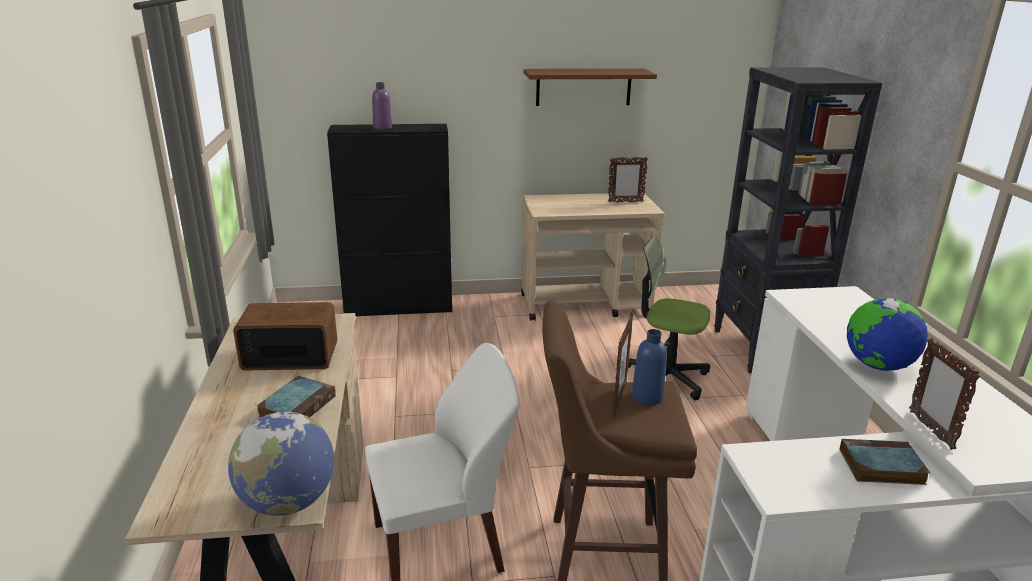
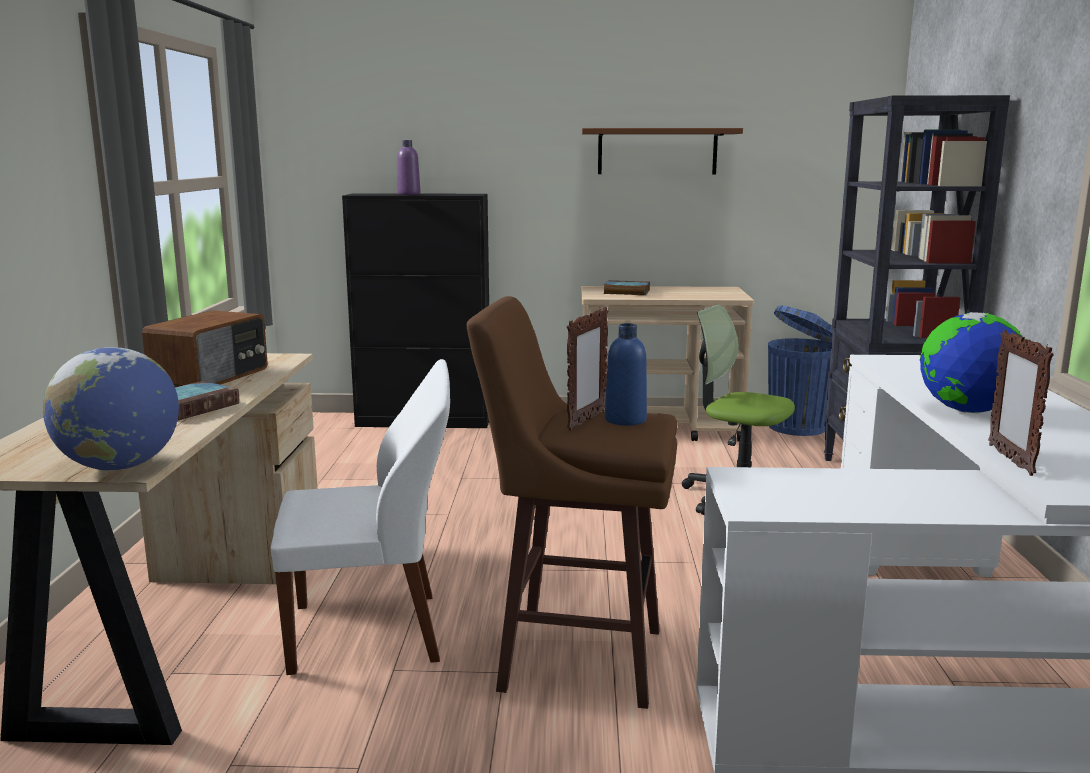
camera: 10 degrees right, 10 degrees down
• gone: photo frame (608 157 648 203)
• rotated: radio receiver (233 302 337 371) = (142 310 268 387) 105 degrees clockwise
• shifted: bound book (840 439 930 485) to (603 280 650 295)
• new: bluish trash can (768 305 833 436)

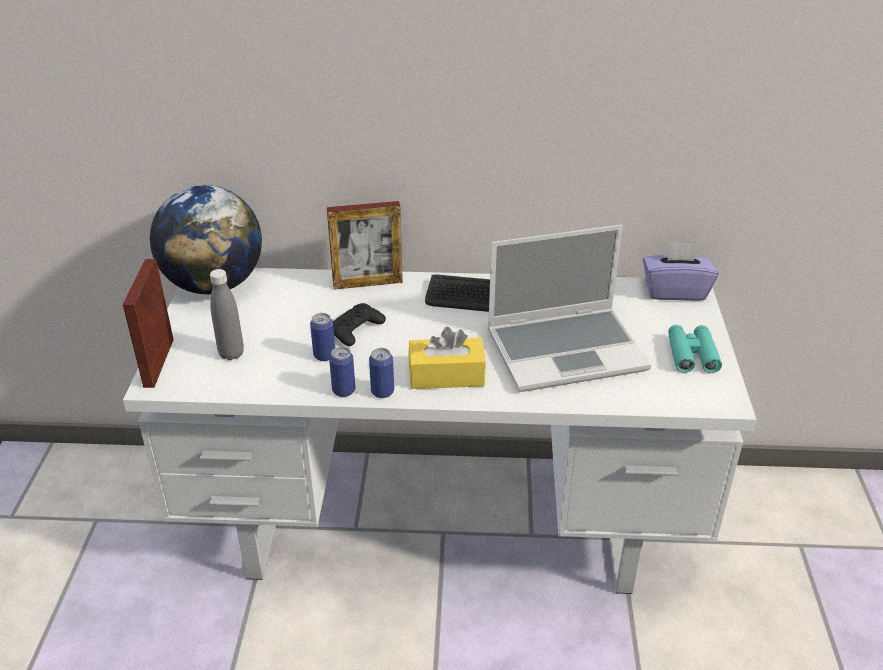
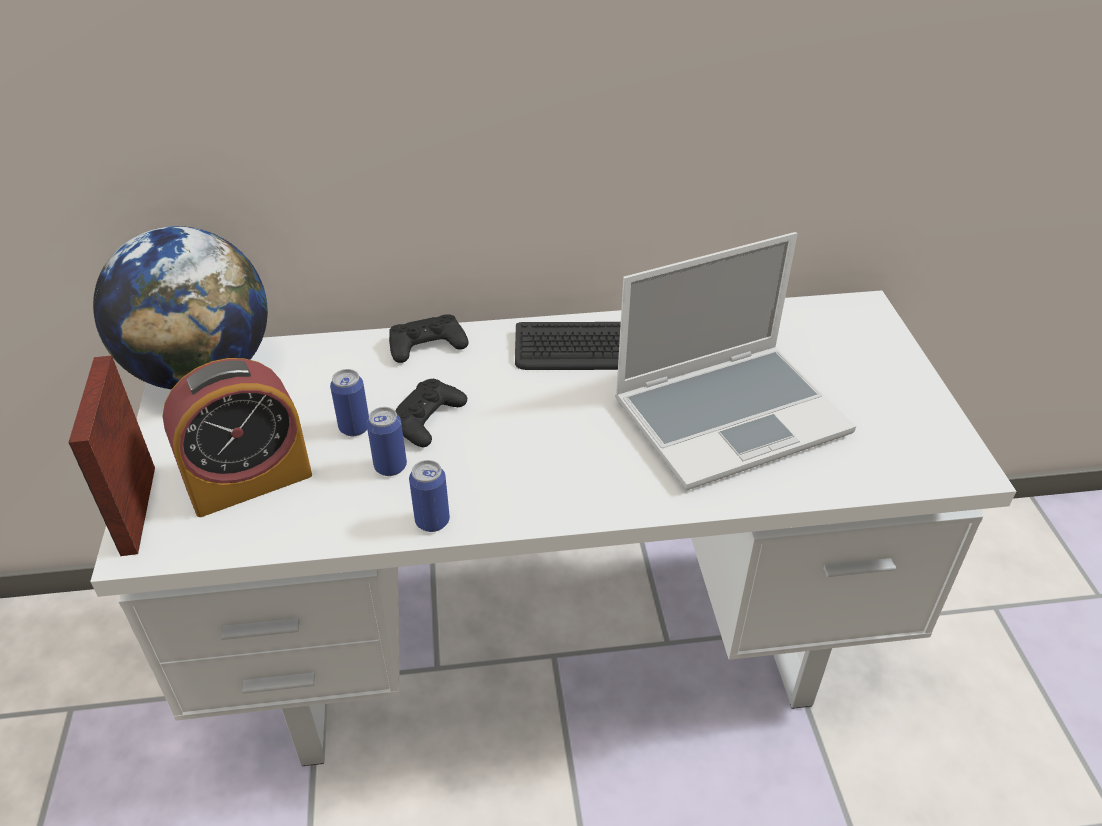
camera: 10 degrees left, 5 degrees up
• swapped: photo frame (327 201 403 290) to black gamepad (389 314 469 363)
• gone: purple tissue holder (643 241 719 301)
• swapped: grey bottle (210 269 244 360) to bedside clock (163 358 312 517)
• gone: turquoise field glasses (668 325 722 373)
• gone: yellow-coloured tissue holder (408 327 486 389)
• shifted: sealed can (369 348 394 398) to (330 369 369 436)

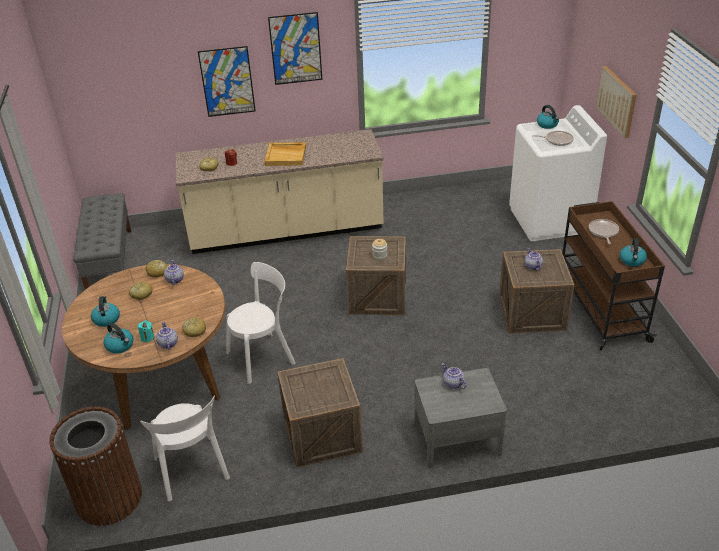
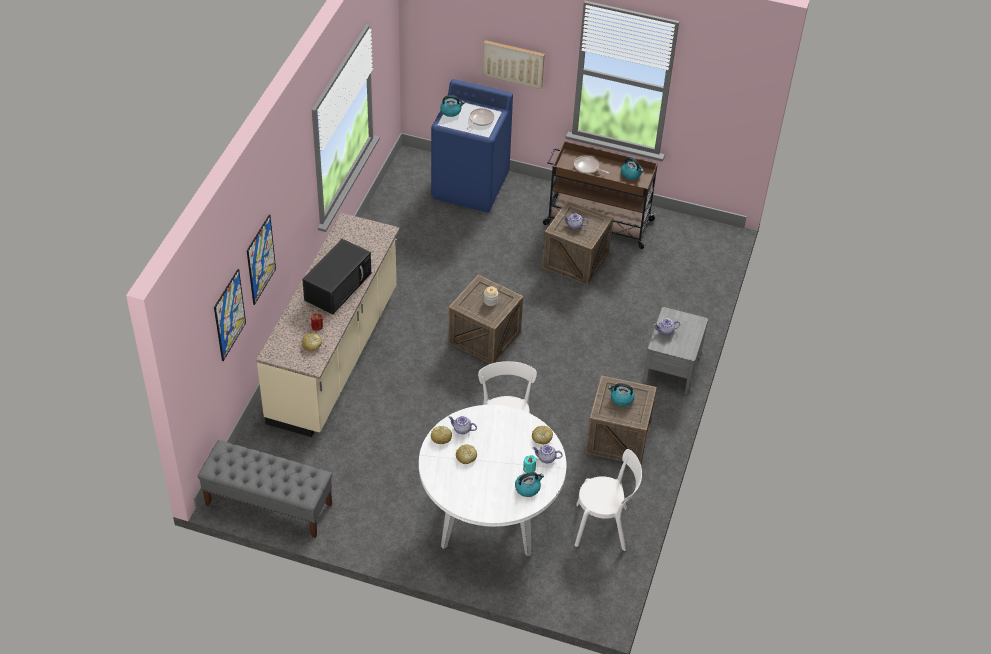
camera: 65 degrees left, 10 degrees up
• shifted: picture (268 12 322 85) to (214 269 246 361)
• repainted: white laundry machine (509 105 607 241) to bluish laundry machine (431 79 513 212)
• swapped: sand-coloured tray (264 142 306 166) to black microwave oven (302 239 371 314)
• repainted: brownish dining table (62 264 226 430) to white dining table (419 405 566 557)
• shifted: tea kettle (91 296 120 327) to (608 383 635 407)
• gone: brownish trash can (49 406 142 526)

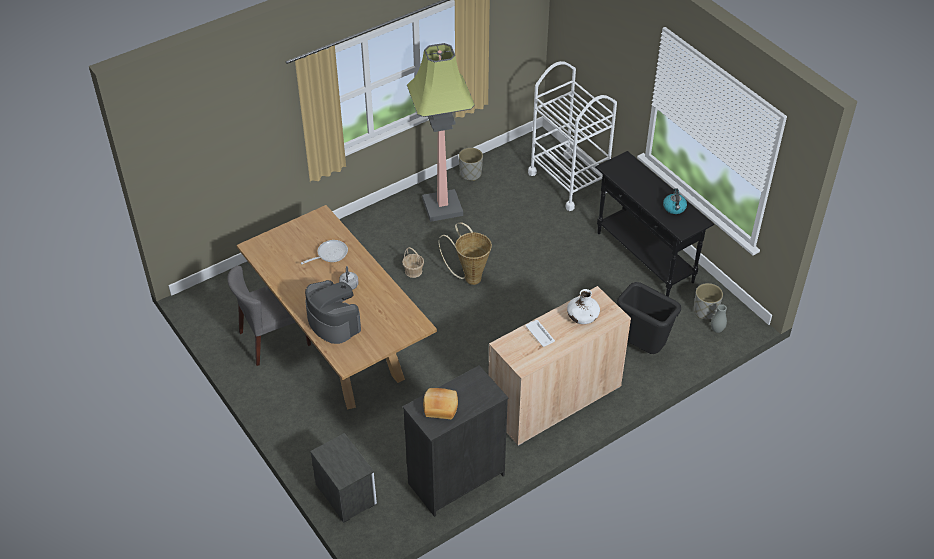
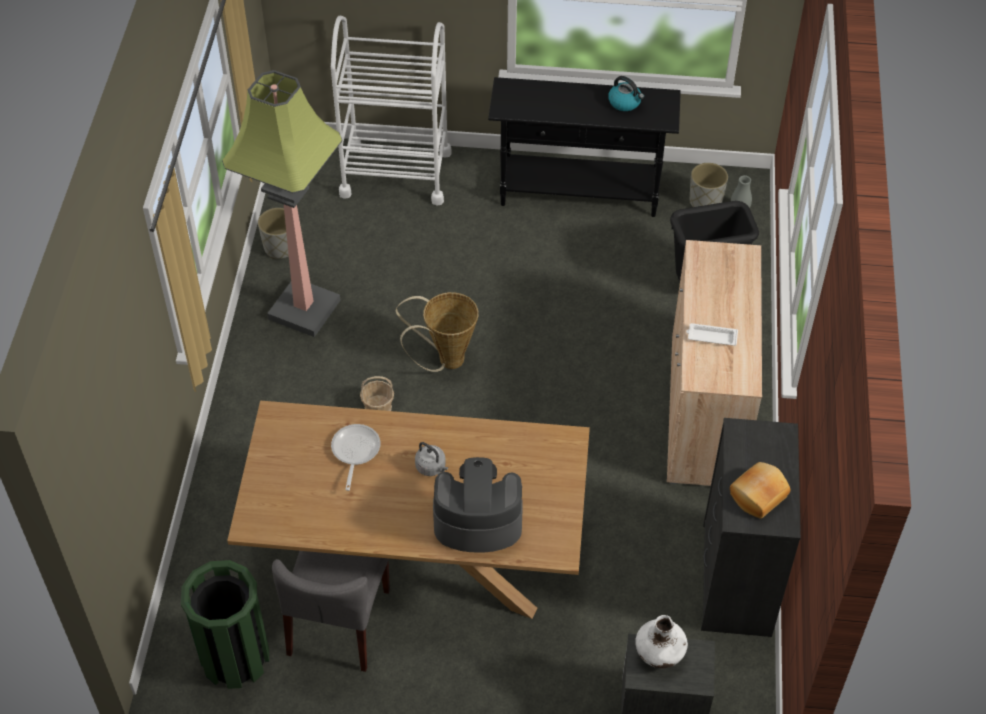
camera: 50 degrees left, 5 degrees up
• shifted: white vase (567 289 600 324) to (635 615 688 668)
• new: green-coloured trash can (181 560 269 689)

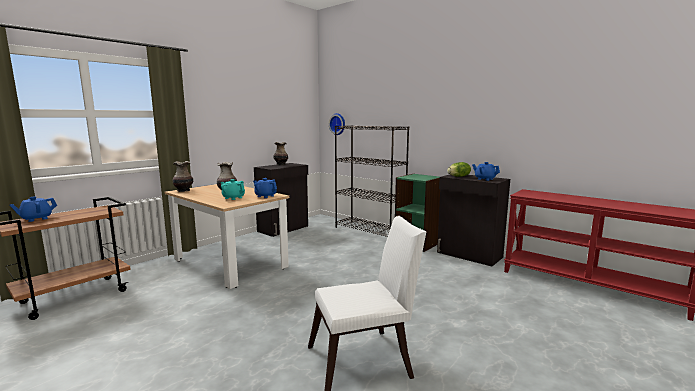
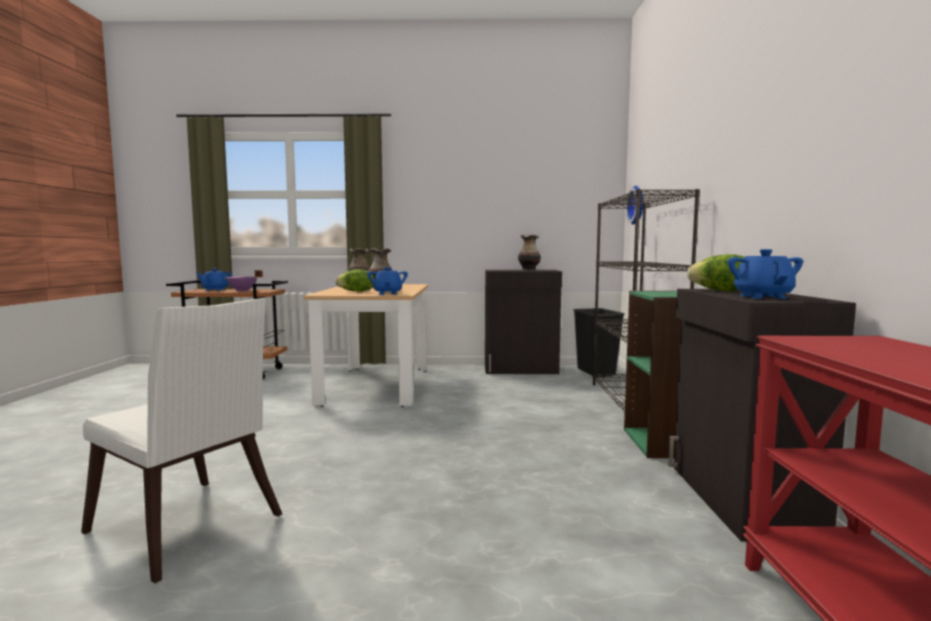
camera: 50 degrees right, 5 degrees down
• swapped: turquoise pot for tea (221 179 245 200) to head of lettuce (335 269 374 292)
• new: purple saucepot (224 270 263 292)
• new: black trash can (573 308 624 377)

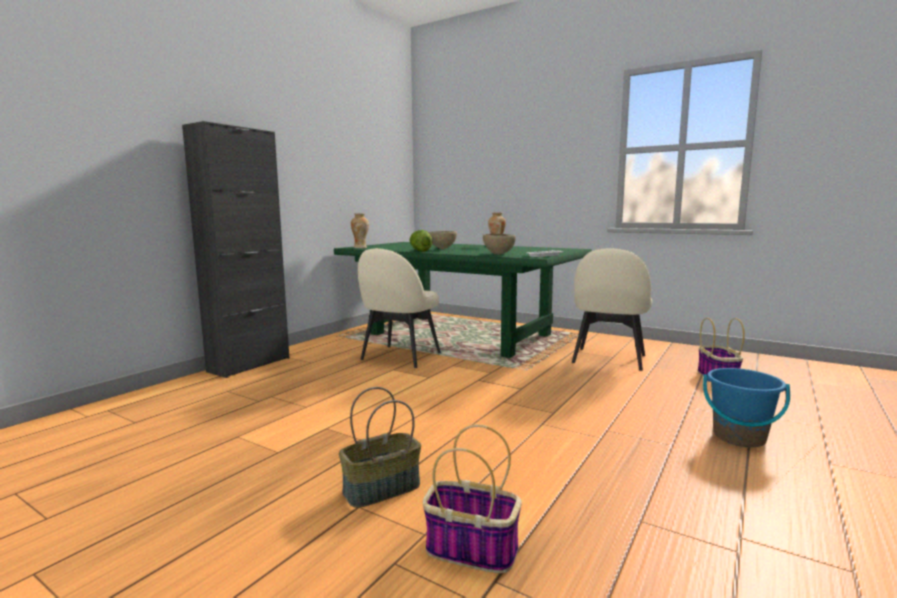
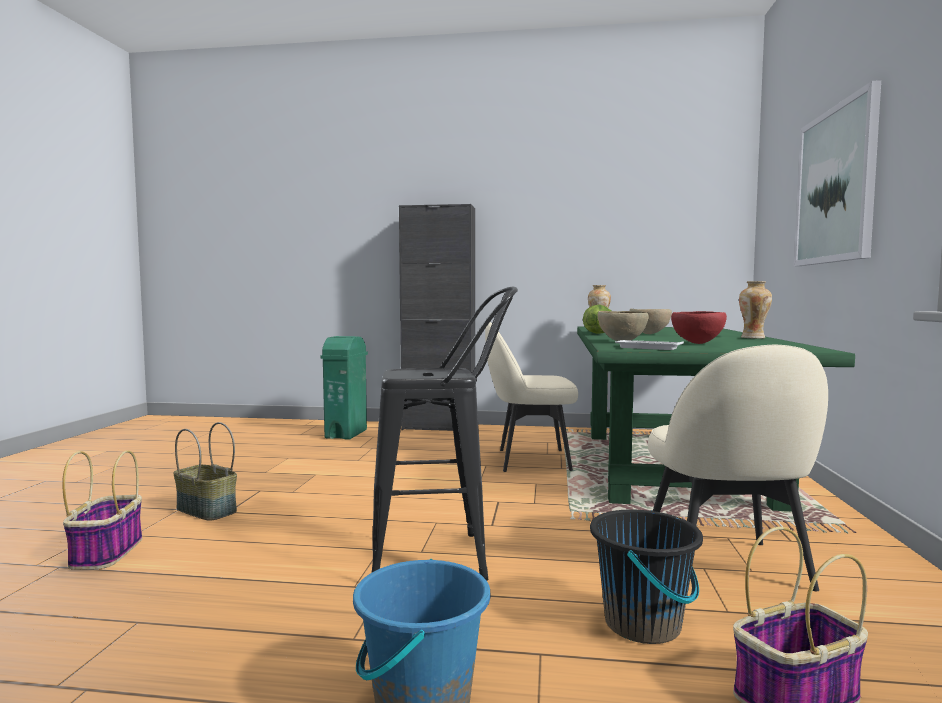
camera: 65 degrees right, 5 degrees down
• rotated: sand-coloured chair (572 248 652 371) = (648 345 828 591) 90 degrees counterclockwise
• new: picture (794 80 881 266)
• new: black stool (371 287 518 581)
• new: reddish serving bowl (671 311 727 344)
• new: green-coloured trash can (320 336 368 440)
• new: black bucket (590 509 703 644)

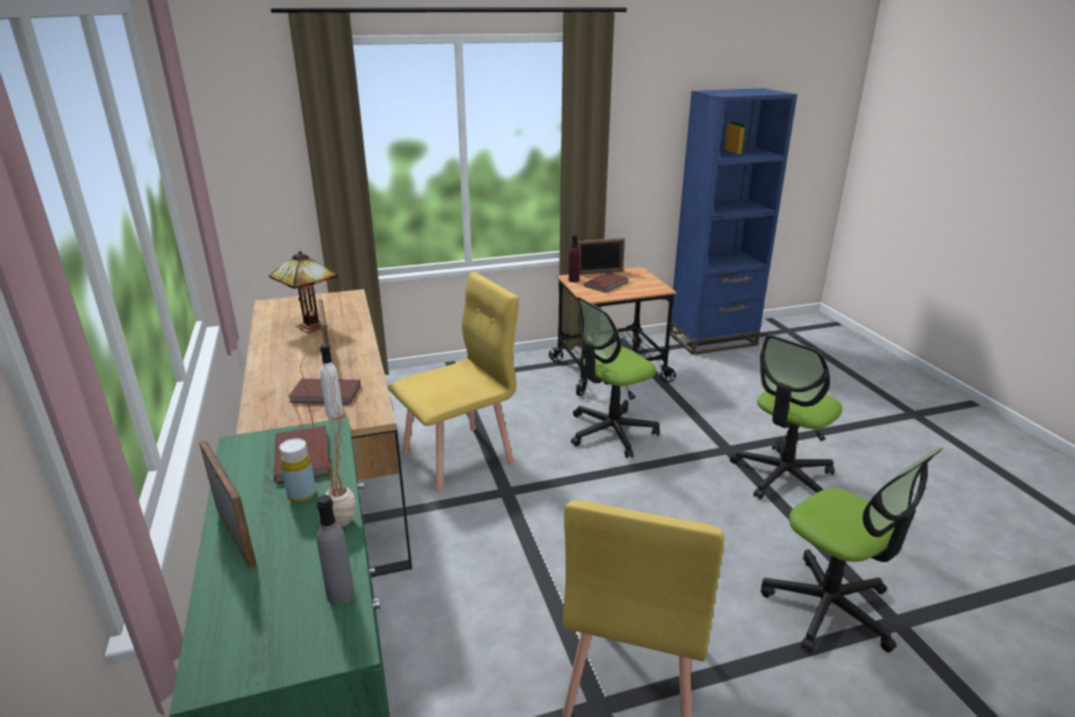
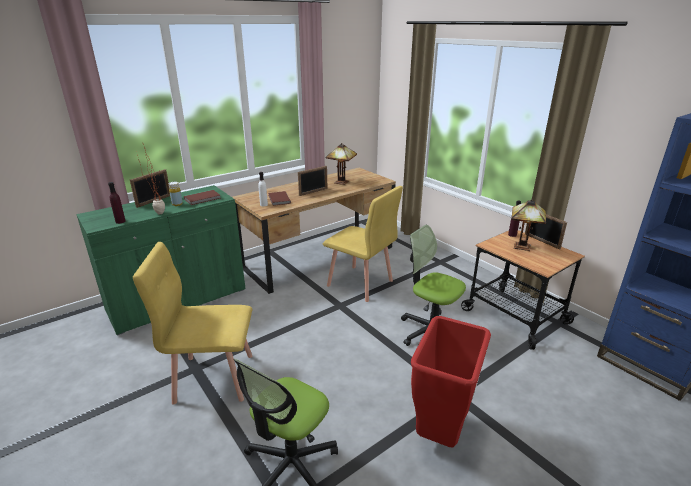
camera: 70 degrees right, 0 degrees up
• swapped: brownish bound book (584 272 628 293) to lamp for a table (511 199 546 251)
• swapped: computer chair (730 335 842 499) to reddish trash can (411 316 491 447)
• repainted: grey bottle (317 495 354 605) to purple bottle (108 182 126 224)

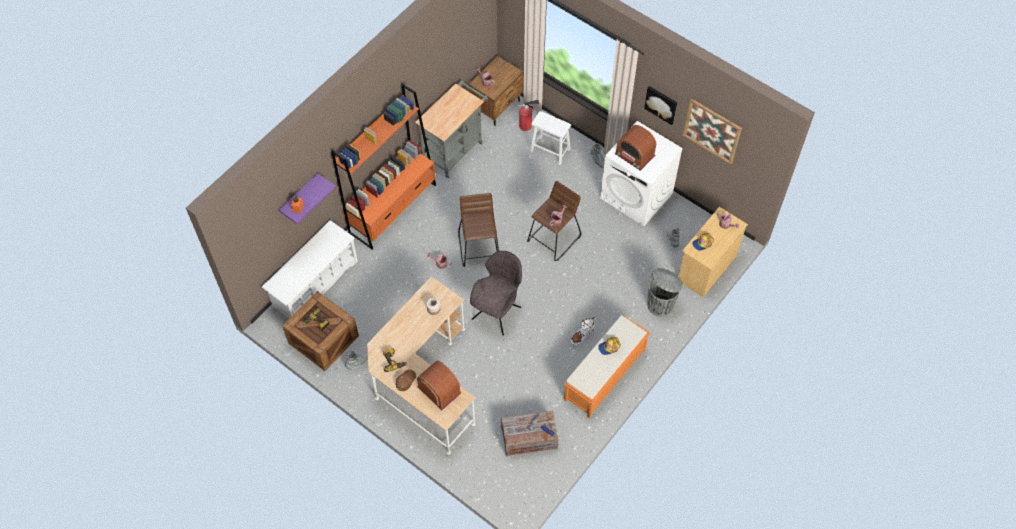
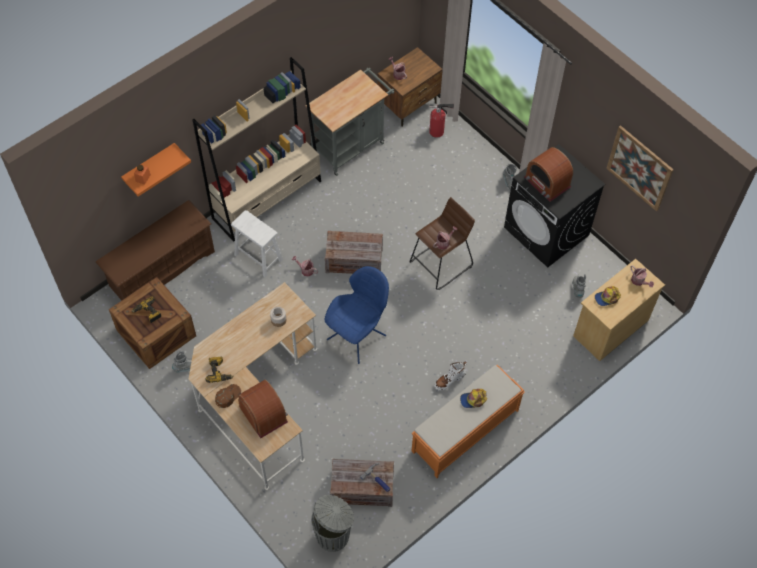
camera: 10 degrees right, 0 degrees up
• repainted: orange bookcase (331 84 436 249) to sand-coloured bookcase (192 57 321 242)
• gone: picture (644 86 677 125)
• shifted: white stool (530 111 571 165) to (231 210 283 277)
• repainted: white laundry machine (600 121 683 226) to black laundry machine (504 144 605 268)
• repainted: purple shelf (279 173 336 224) to orange shelf (121 143 191 197)
• swapped: brownish stool (458 193 499 267) to shipping crate (325 231 383 274)
• repainted: white shoe stand (262 220 358 319) to brownish shoe stand (96 200 215 300)
• repainted: grey chair (470 251 522 335) to bluish chair (324 266 389 364)
• shifted: grey trash can (647 268 683 317) to (311 495 354 552)

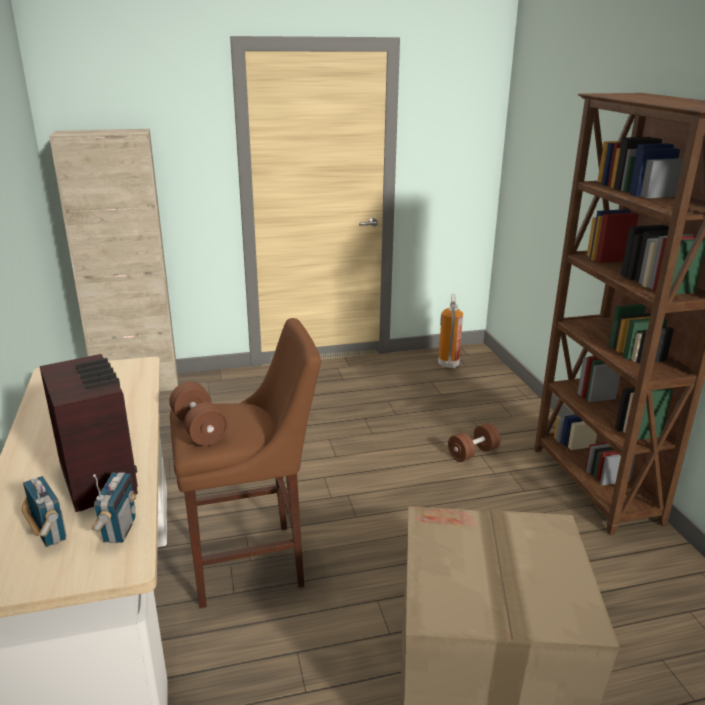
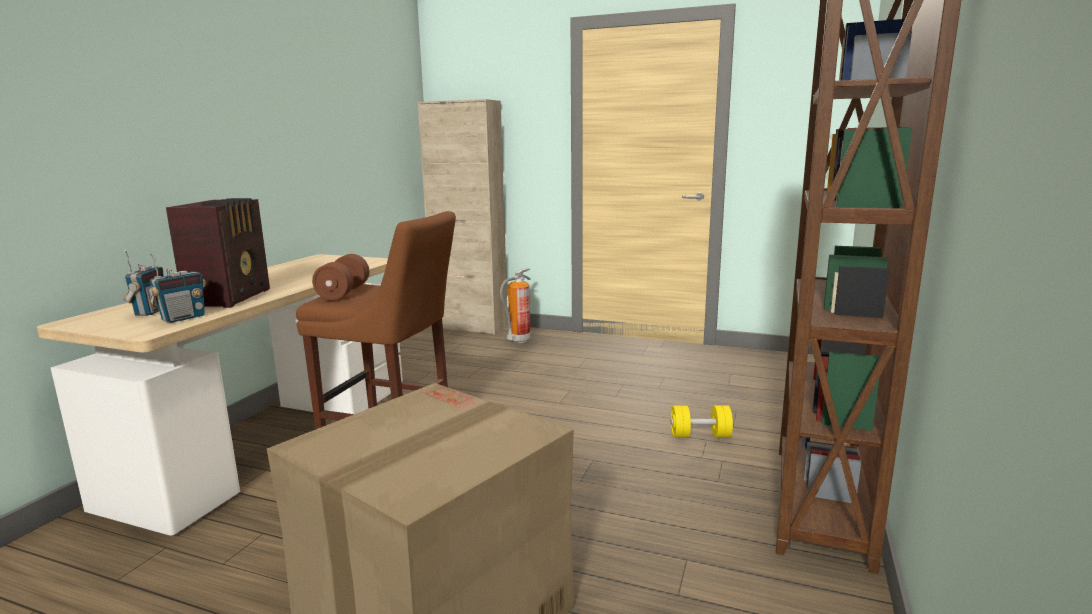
camera: 35 degrees right, 10 degrees down
• shifted: fire extinguisher (438 294 463 368) to (500 268 531 343)
• repainted: brownish free weight (448 423 501 462) to yellow-coloured free weight (671 405 733 438)

